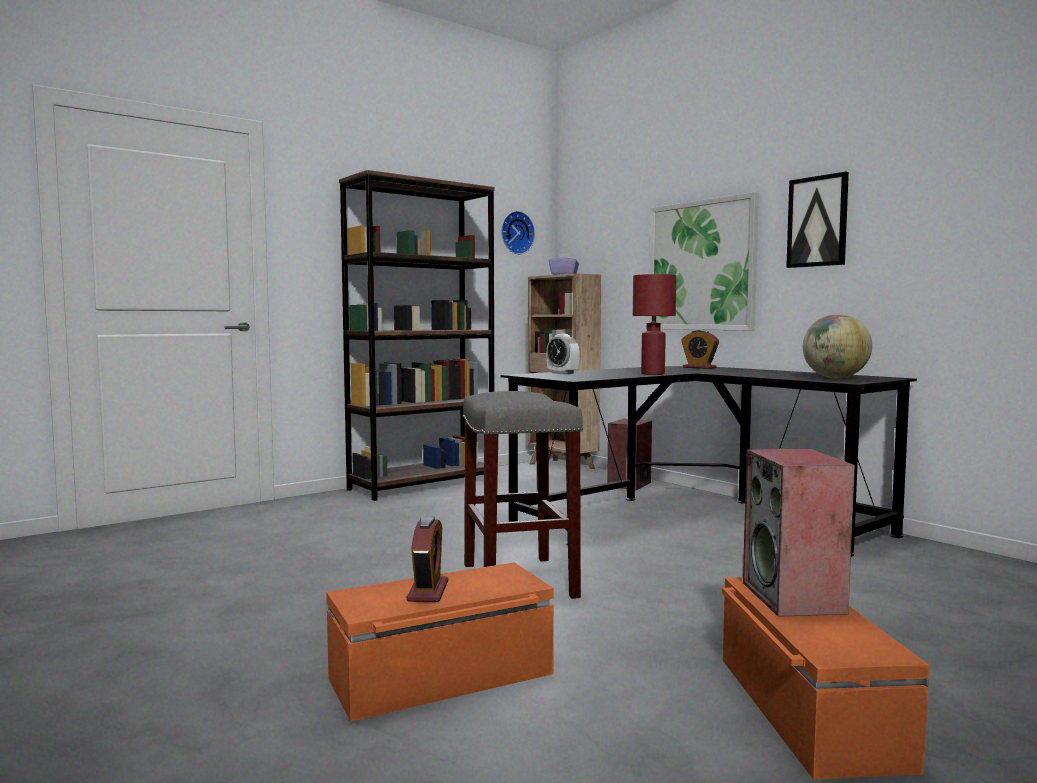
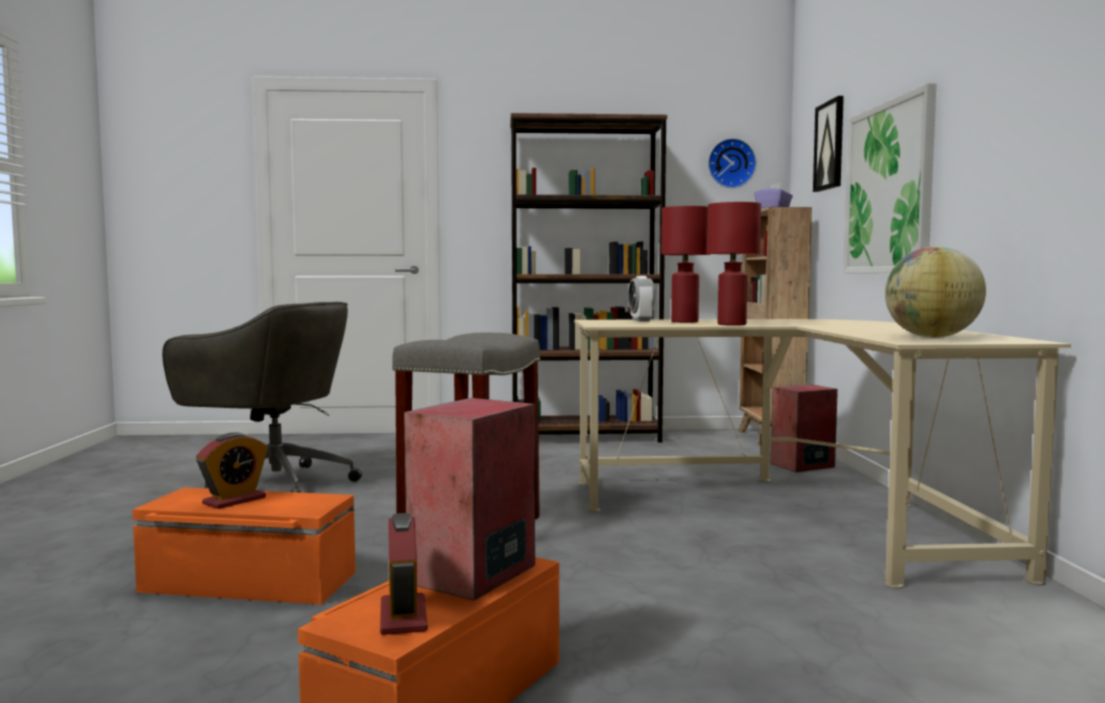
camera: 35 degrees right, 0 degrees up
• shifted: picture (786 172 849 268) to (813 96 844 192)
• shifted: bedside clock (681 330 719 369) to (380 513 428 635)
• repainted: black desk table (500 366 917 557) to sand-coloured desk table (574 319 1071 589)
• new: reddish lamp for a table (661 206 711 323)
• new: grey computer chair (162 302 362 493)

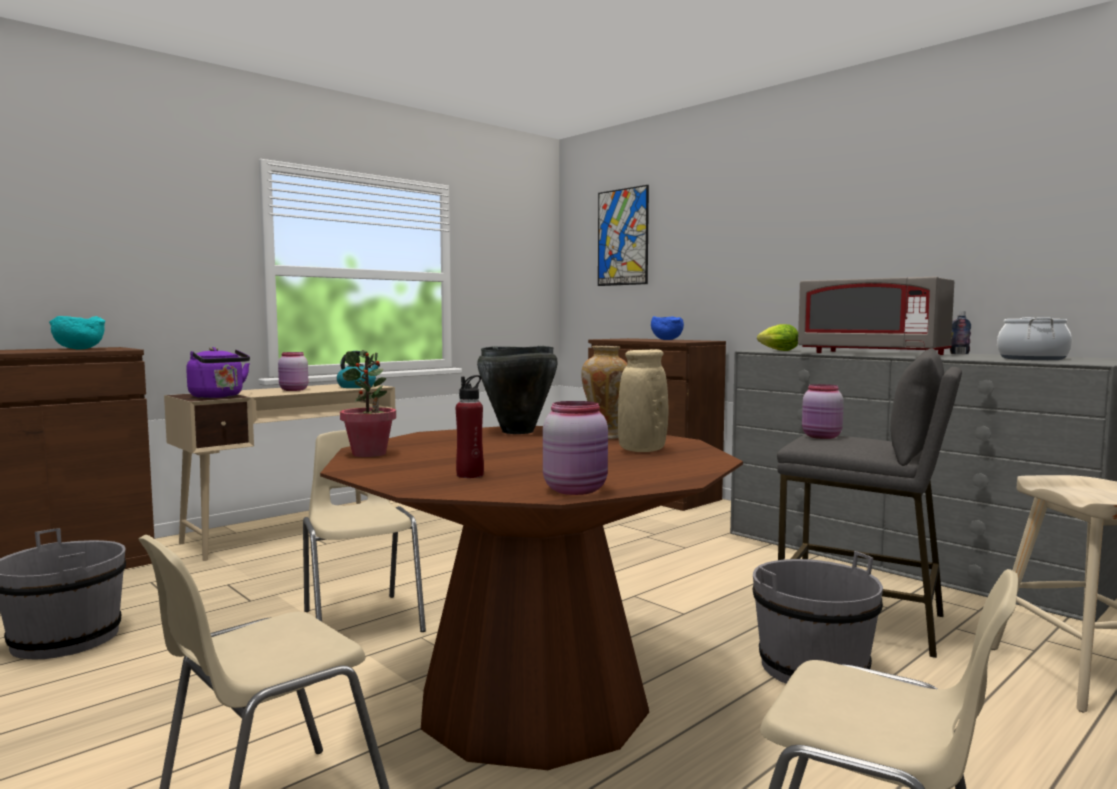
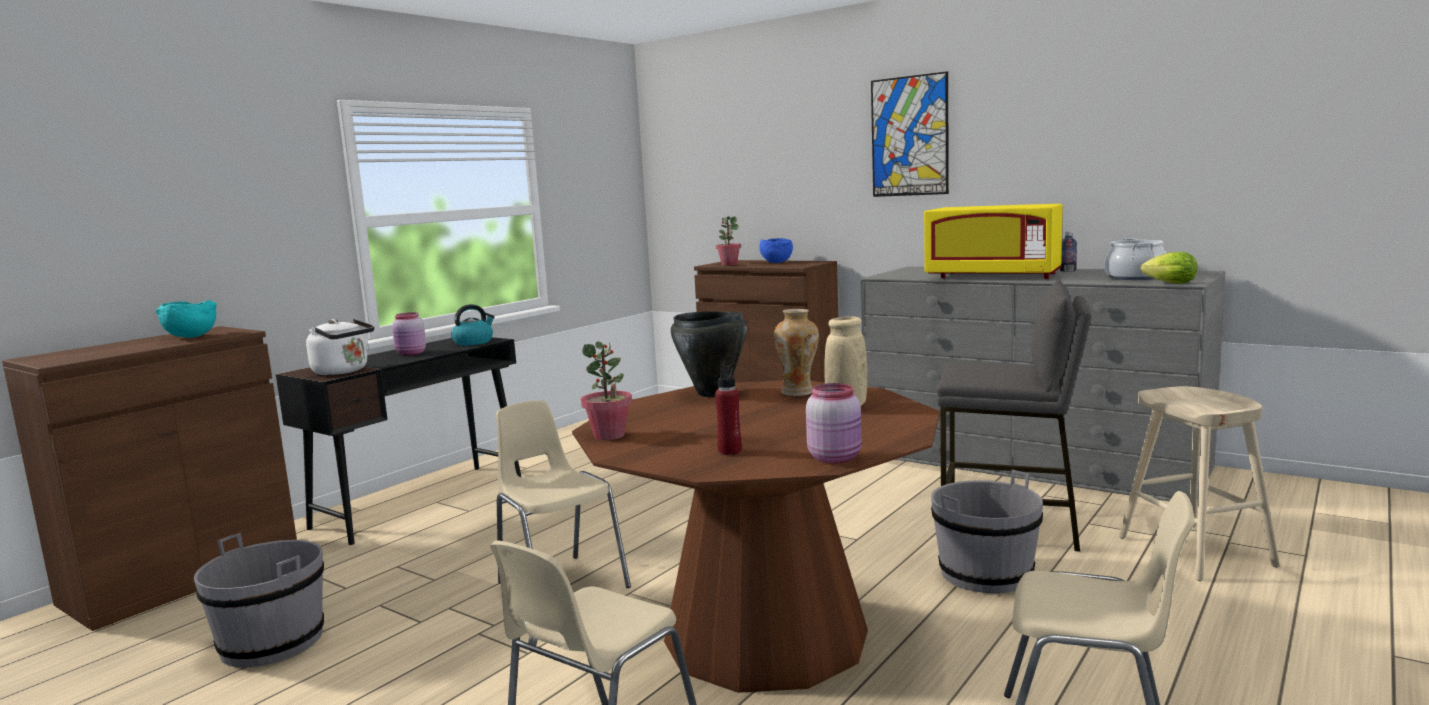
camera: 10 degrees left, 5 degrees up
• shifted: picture (598 185 649 286) to (871 71 949 197)
• repainted: grey microwave oven (798 277 954 355) to yellow-coloured microwave oven (924 204 1063 279)
• shifted: head of lettuce (757 324 798 351) to (1140 252 1197 284)
• repainted: purple tea kettle (186 347 250 398) to white tea kettle (306 319 374 375)
• repainted: sand-coloured desk table (164 384 395 561) to black desk table (276 337 521 545)
• gone: pink-coloured preserve jar (802 384 844 439)
• new: houseplant (716 216 741 266)

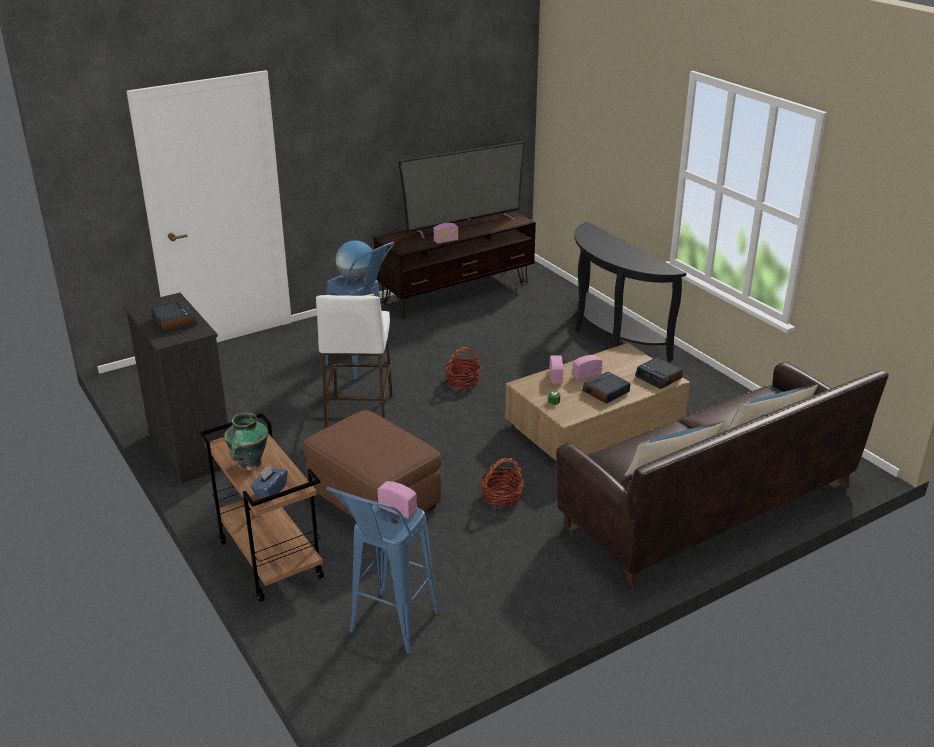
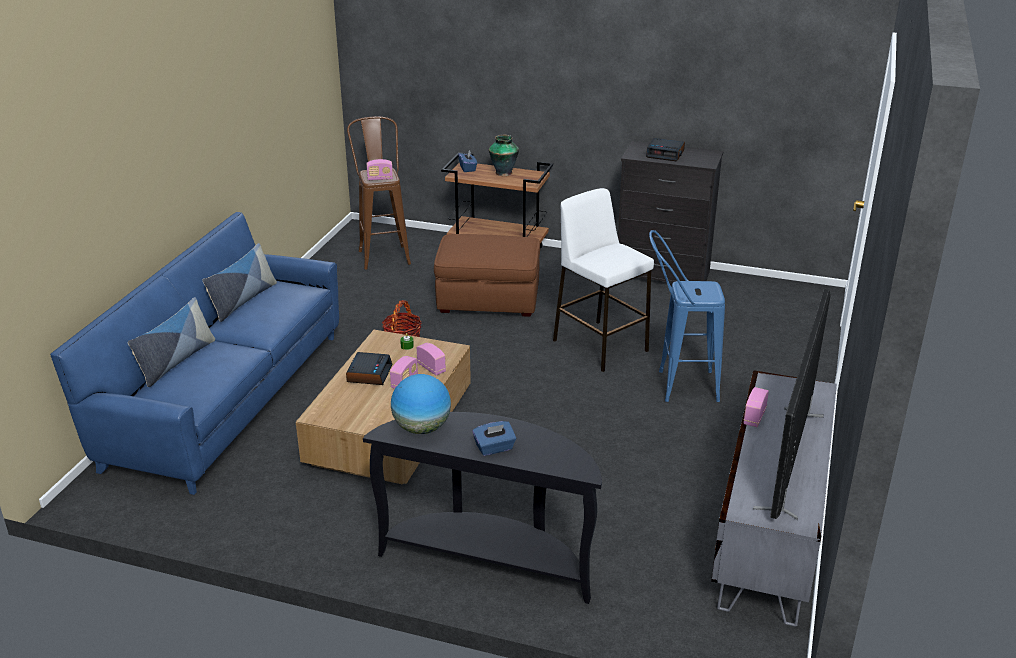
camera: 140 degrees right, 0 degrees up
• repainted: brownish media console (374 211 536 319) to grey media console (711 370 837 626)
• shifted: world globe (336 240 372 280) to (391 374 451 434)
• gone: household basket (444 347 482 389)
• gone: bedside clock (635 357 683 389)
• repainted: brownish sofa (556 362 889 588) to bluish sofa (50 212 339 495)
• repainted: bluish stool (326 487 439 653) to brownish stool (347 116 411 270)
• new: bluish tissue holder (472 421 516 456)

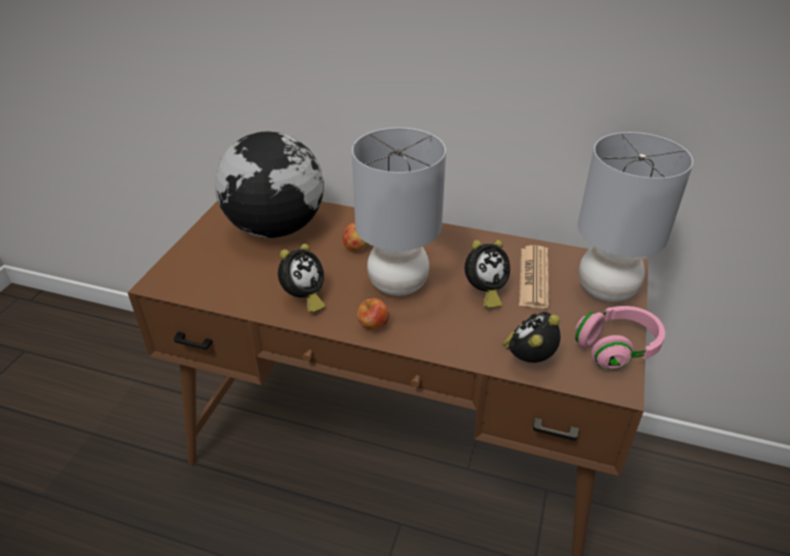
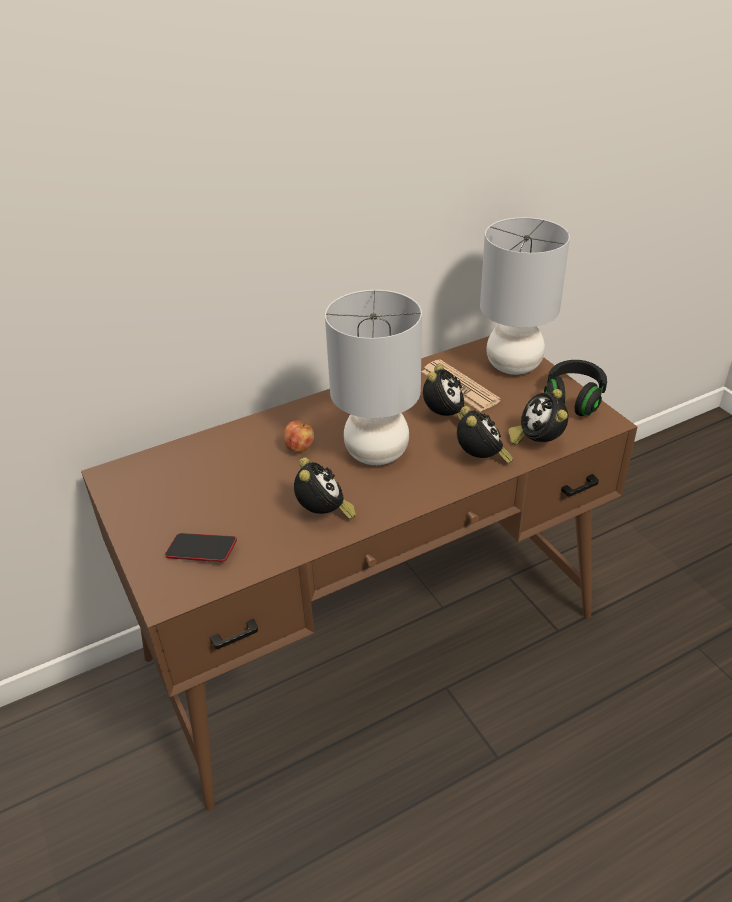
camera: 45 degrees left, 0 degrees up
• gone: world globe (215 132 324 238)
• gone: apple fruit (357 298 390 329)
• repainted: pink-coloured pair of headphones (575 306 665 370) to black pair of headphones (544 360 607 416)
• new: bedside clock (457 406 513 464)
• new: handset (165 533 237 562)

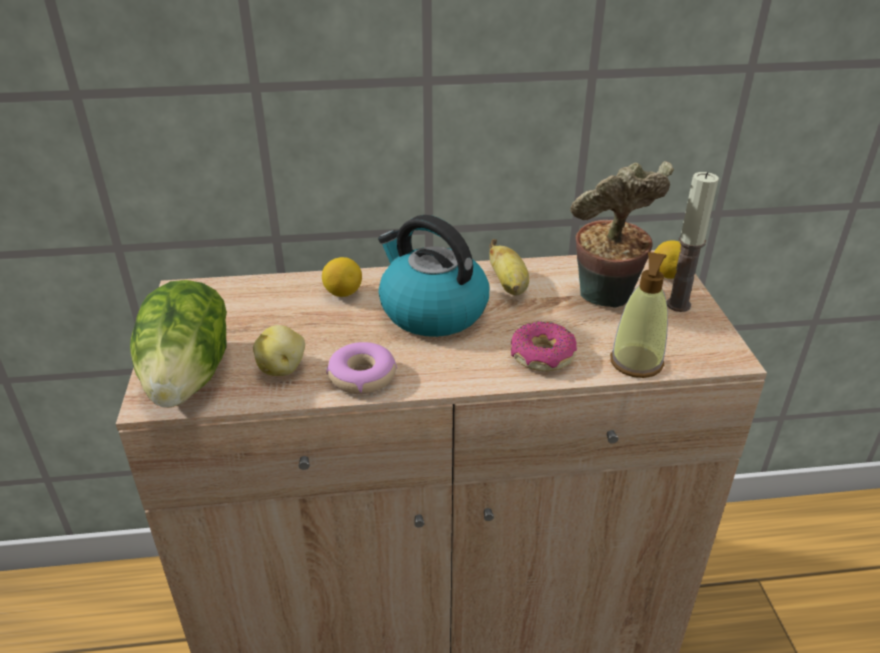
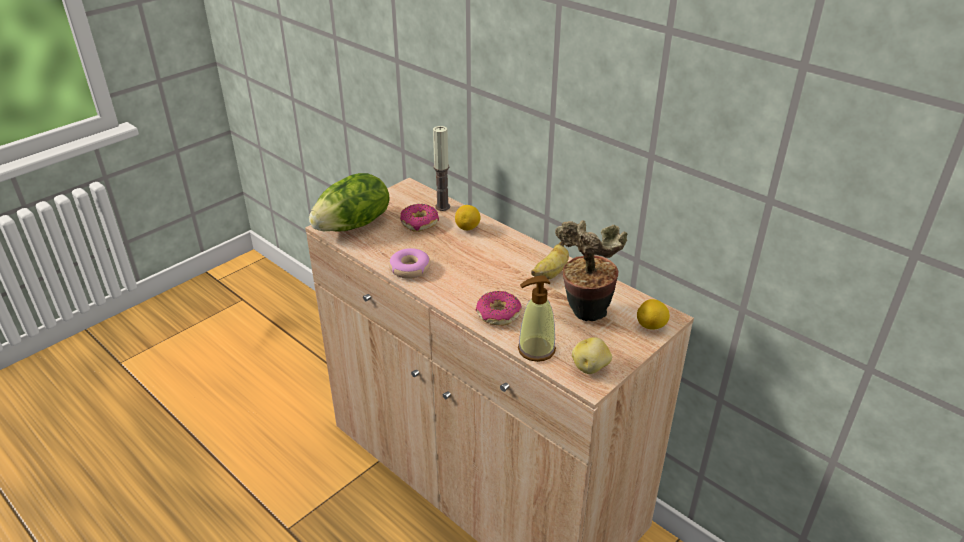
camera: 50 degrees right, 0 degrees up
• shifted: candle (667 172 719 312) to (433 126 450 211)
• gone: tea kettle (378 215 489 337)
• shifted: spud (253 325 305 376) to (572 337 612 374)
• new: donut (400 204 439 232)

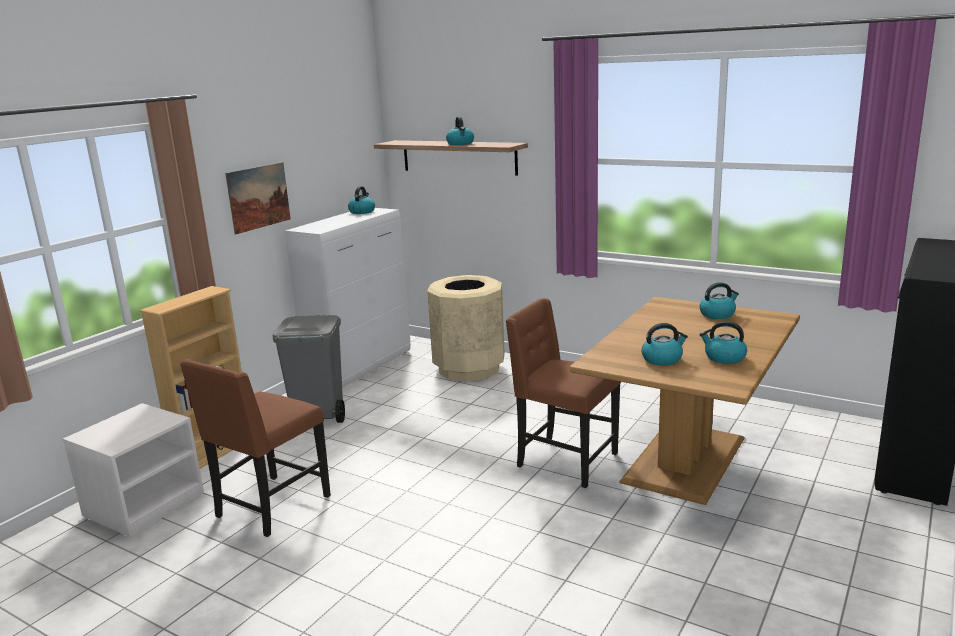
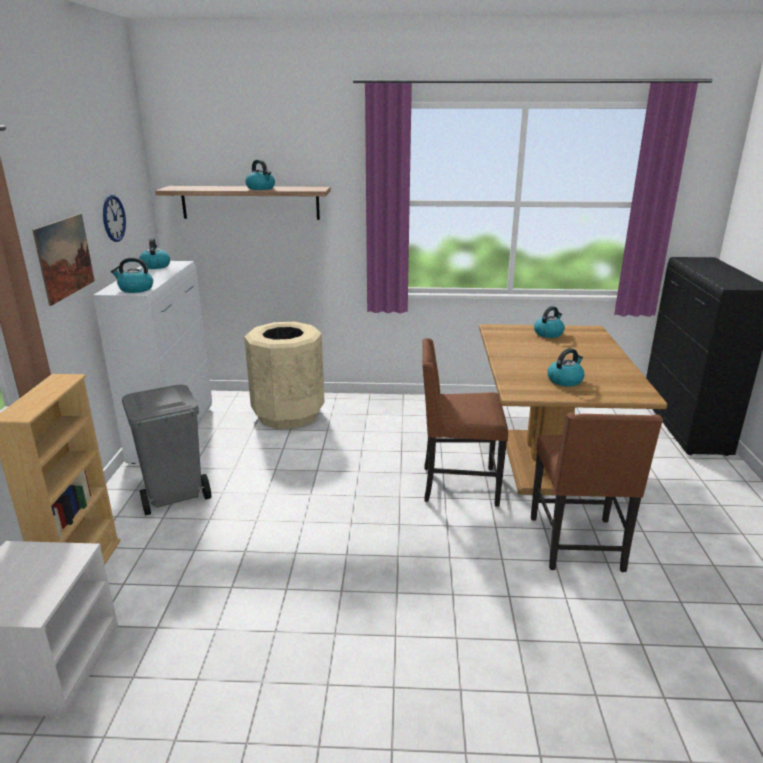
camera: 30 degrees left, 5 degrees up
• shifted: tea kettle (700 321 747 364) to (111 257 153 293)
• shifted: brownish chair (180 359 331 537) to (531 413 663 572)
• new: hanging clock (103 195 126 242)

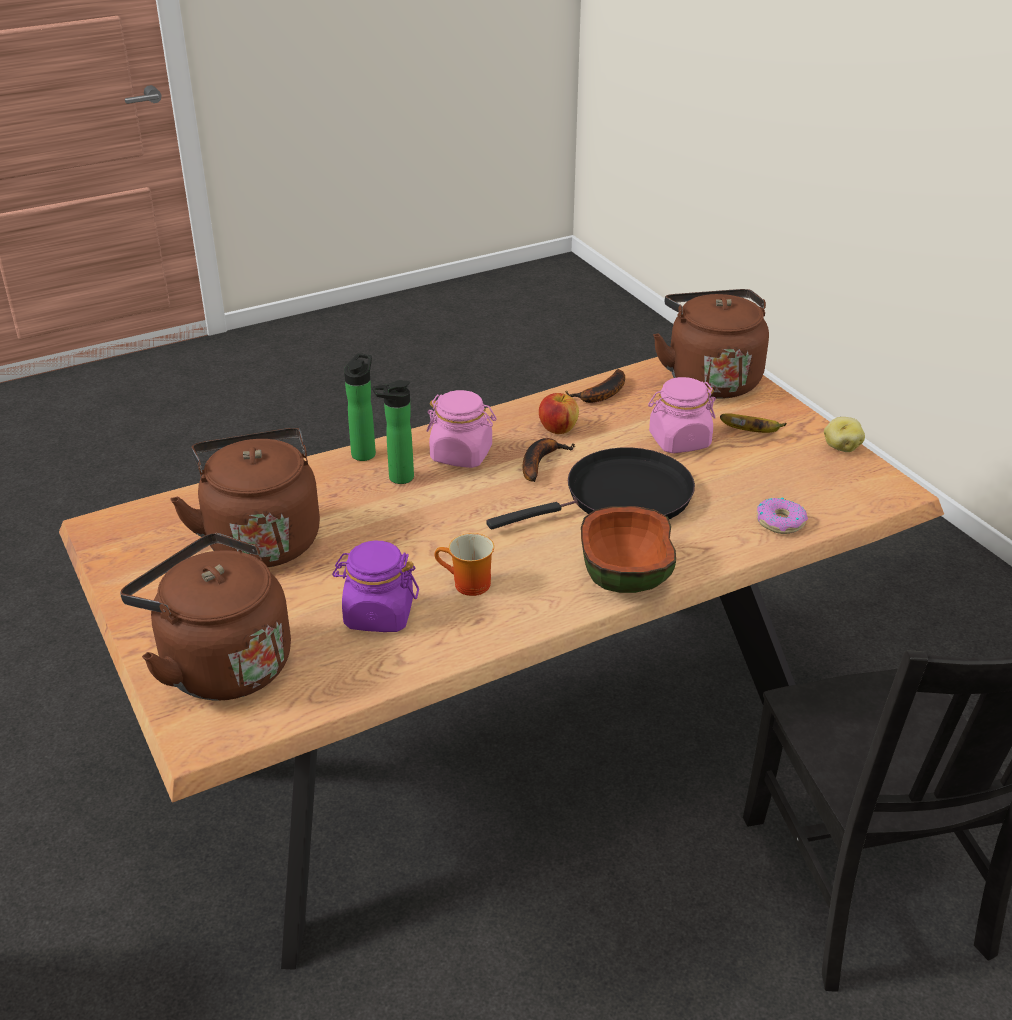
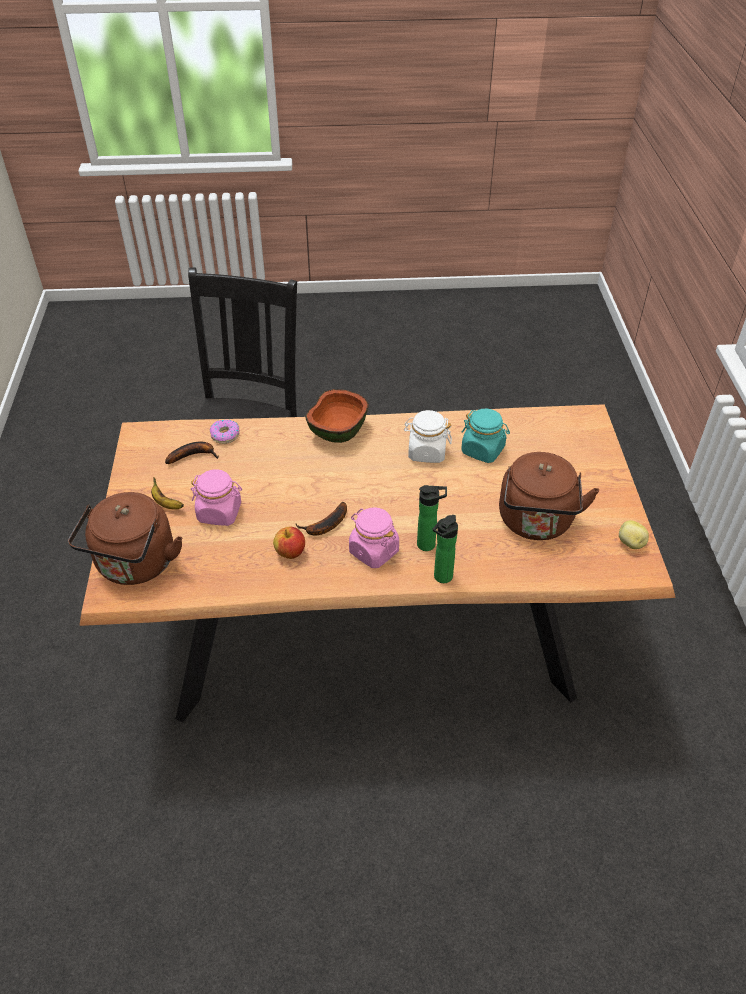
camera: 155 degrees left, 10 degrees up
• shifted: banana (565 369 625 403) to (165 442 219 464)
• shifted: spud (824 417 865 452) to (619 520 649 549)
• gone: black frying pan (486 447 695 530)
• gone: brownish tea kettle (120 533 291 700)
• swapped: coffee mug (434 533 494 596) to white preserve jar (404 410 452 463)
• repainted: purple preserve jar (332 541 419 632) to turquoise preserve jar (461 409 510 463)

